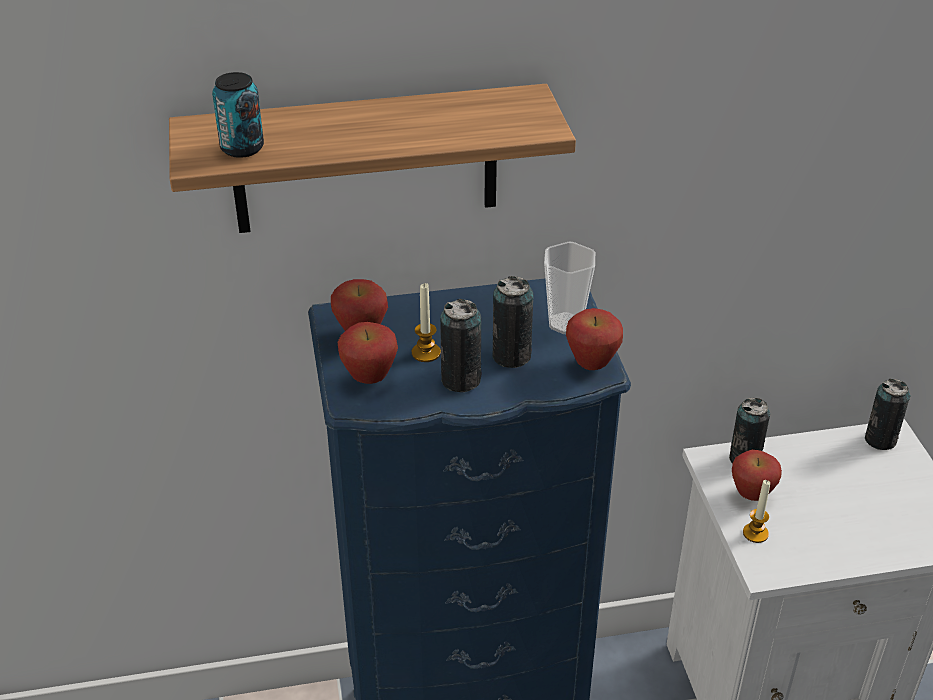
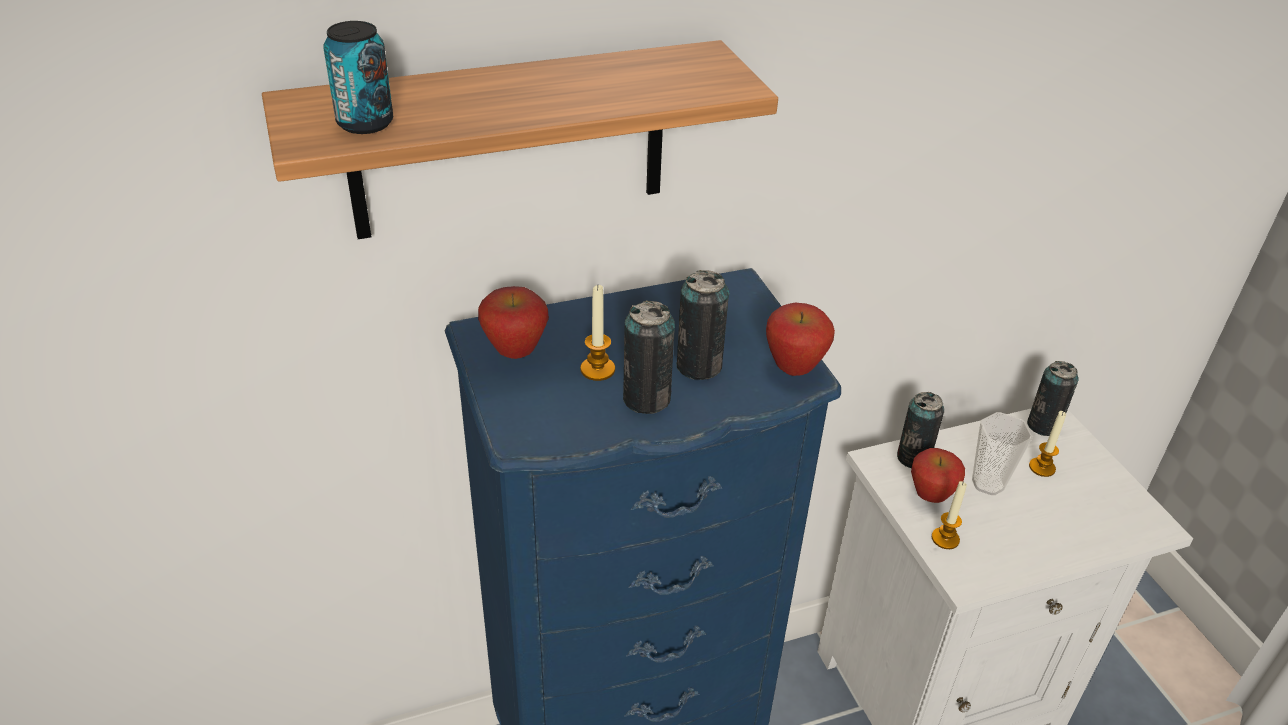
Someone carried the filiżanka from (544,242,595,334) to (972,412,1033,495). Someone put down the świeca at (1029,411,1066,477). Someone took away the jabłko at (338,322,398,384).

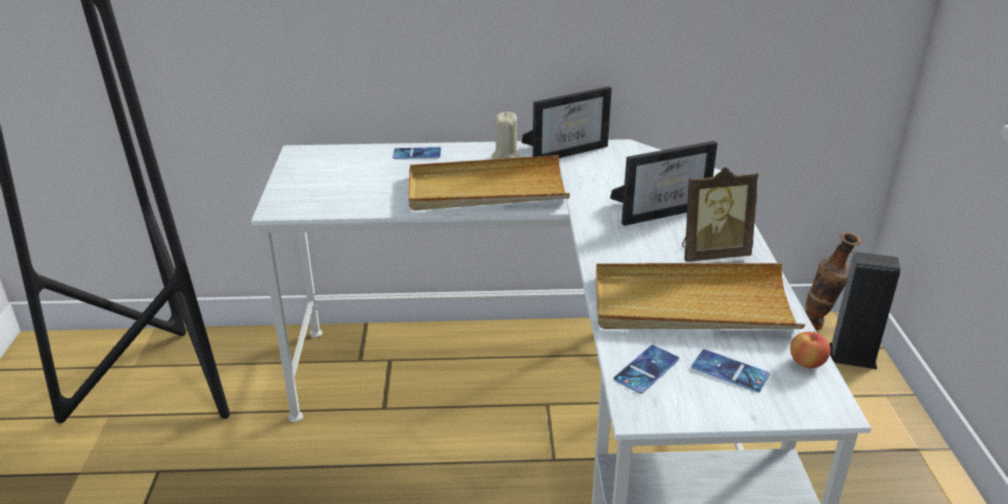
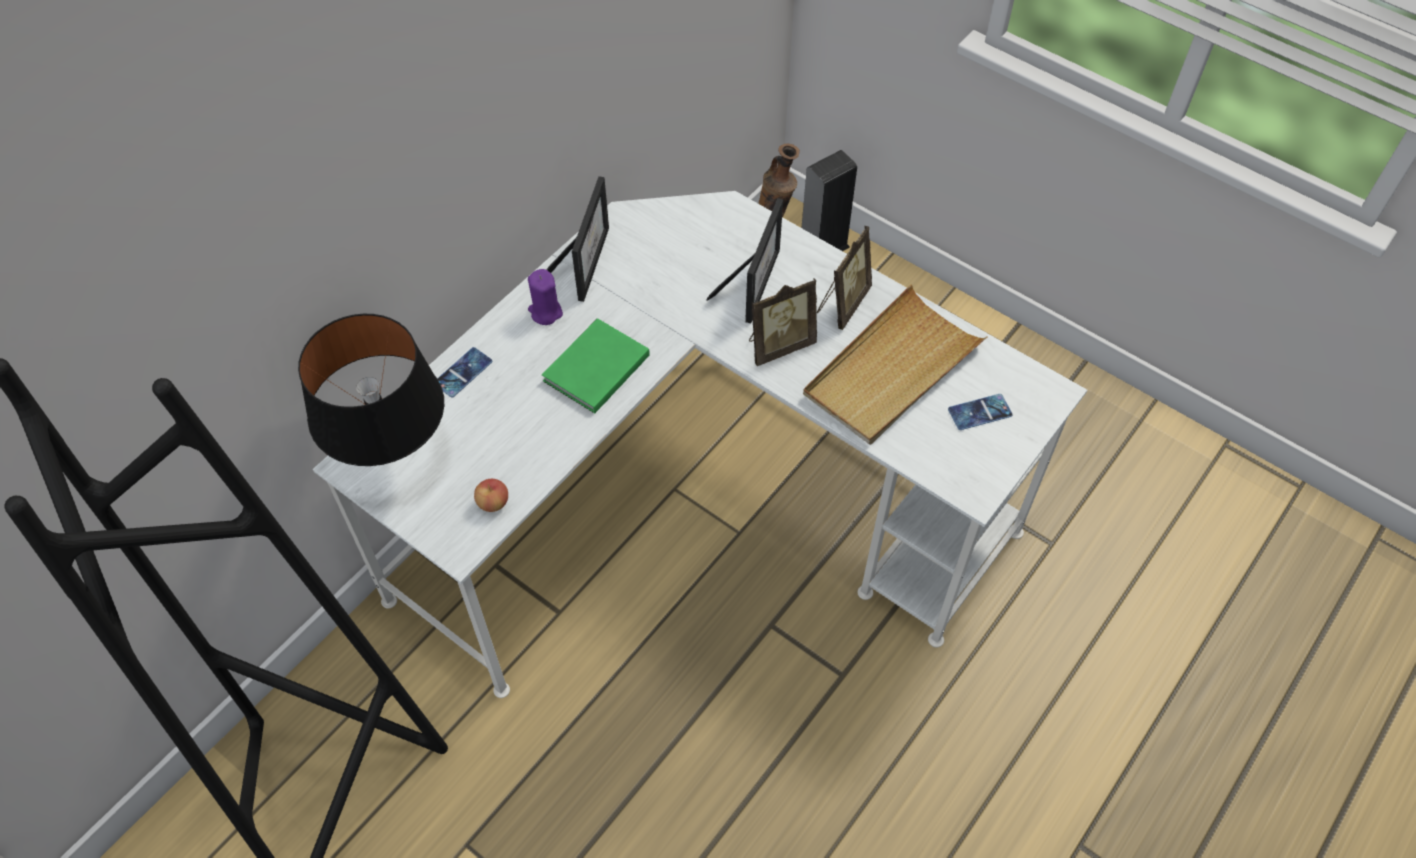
Someone put down the lampa stołowa (czarny) at (298,314,444,466). Someone carried the jabłko from (790,331,831,368) to (474,479,508,512). Someone repainted the świeca (beżowy) at (492,112,519,159), which became the świeca (fioletowy) at (528,269,563,325). Someone swapped the taca (beżowy) at (409,155,570,210) for the książka (zielony) at (542,318,650,413). Someone put down the ramka na zdjęcie at (749,278,817,366). Someone took away the telefon at (614,345,679,394).

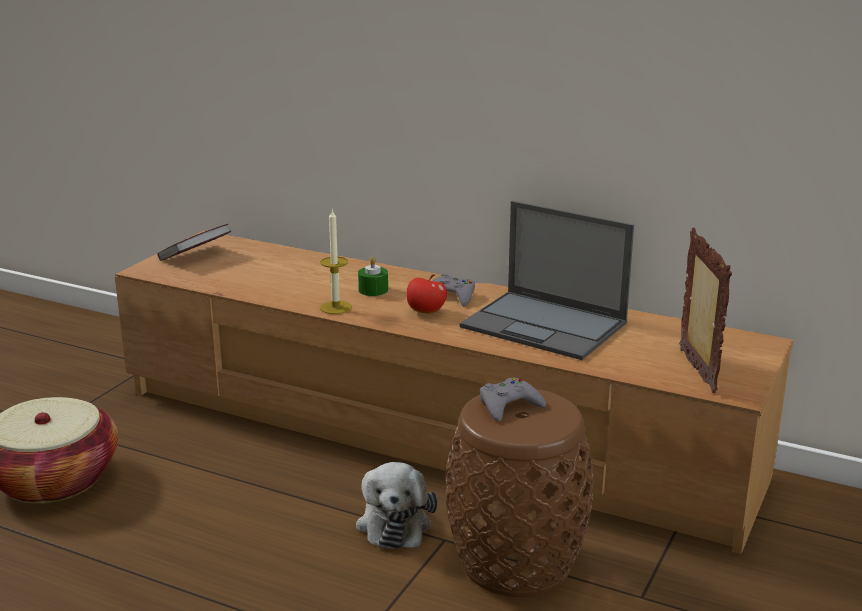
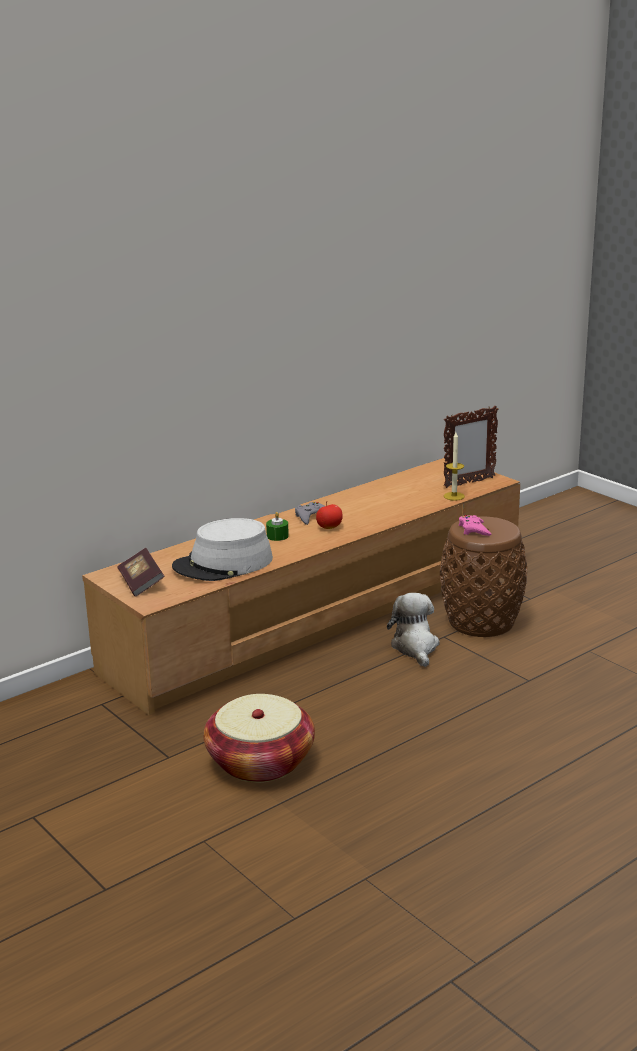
Someone put down the kapelusz (szary) at (172,518,273,581). Someone rotated the pluszak at (356,462,437,549) by 120 degrees counterclockwise. Someone rotated the ramka na zdjęcie at (679,228,732,393) by 135 degrees clockwise. Someone carried the świeca from (320,208,352,314) to (444,432,465,501). Someone repainted the pad do gier (szary) at (480,378,546,422), which became the pad do gier (różowy) at (459,515,491,536). Someone took away the laptop at (460,201,634,360).

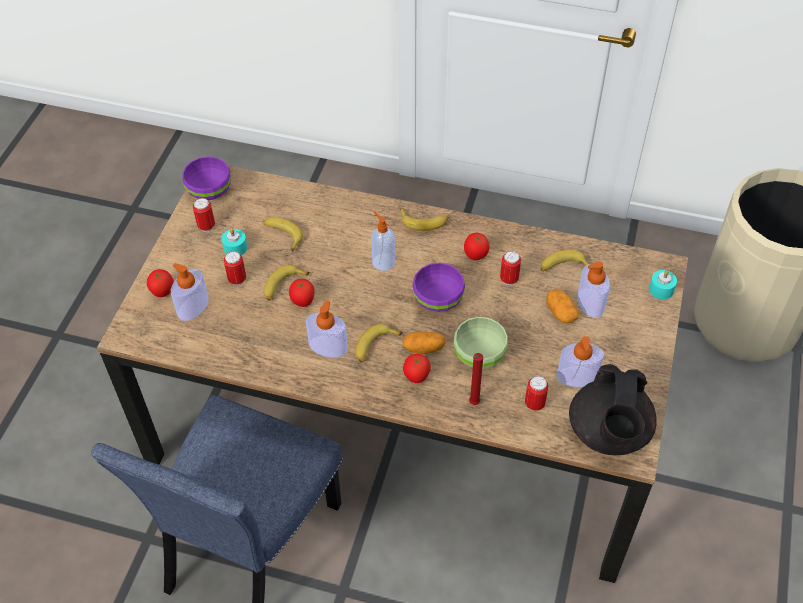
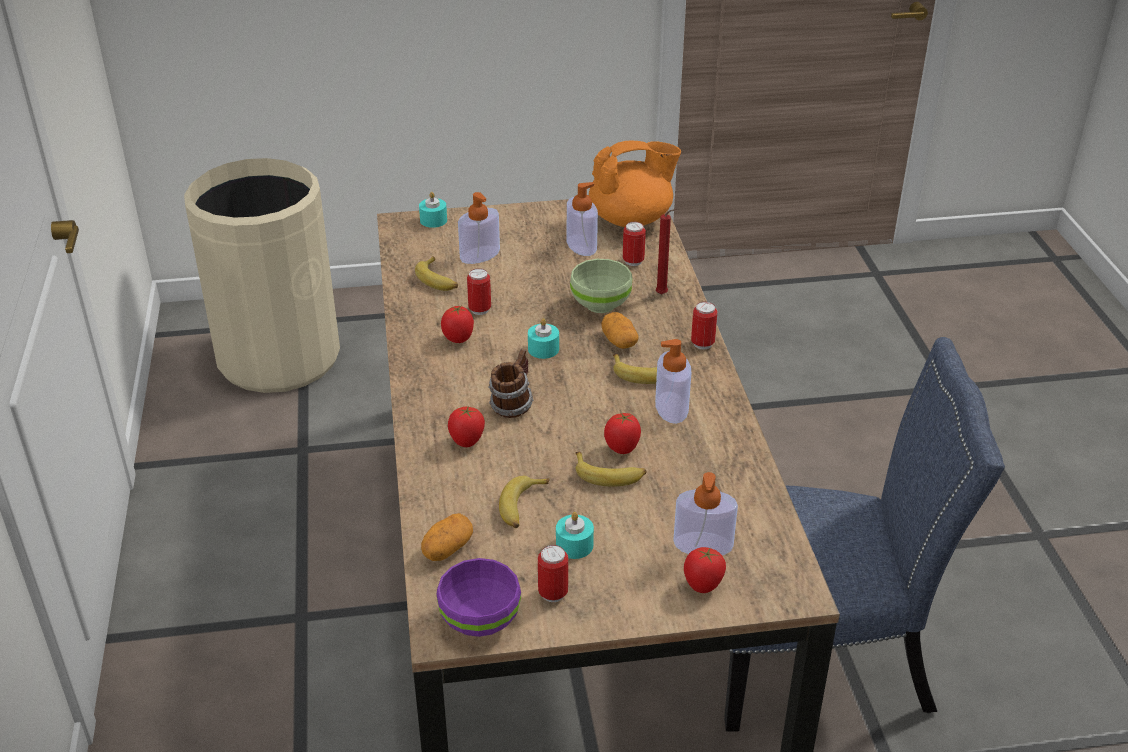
Someone carried the ziemniak from (546,289,579,324) to (421,513,473,561). Someone carried the pomidor from (403,354,431,383) to (448,406,485,447). Someone swapped the dozownik mydła at (371,211,395,271) for the kubek at (489,349,533,418). Someone swapped the miska (fioletowy) at (413,263,465,312) for the świeca (turkusowy) at (528,318,559,359). Someone repainted the imbryk (czarny) at (569,364,657,455), which became the imbryk (pomarańczowy) at (589,141,681,227). Someone carried the puszka from (224,251,246,285) to (691,301,717,349). Someone took away the banan at (399,208,449,231).

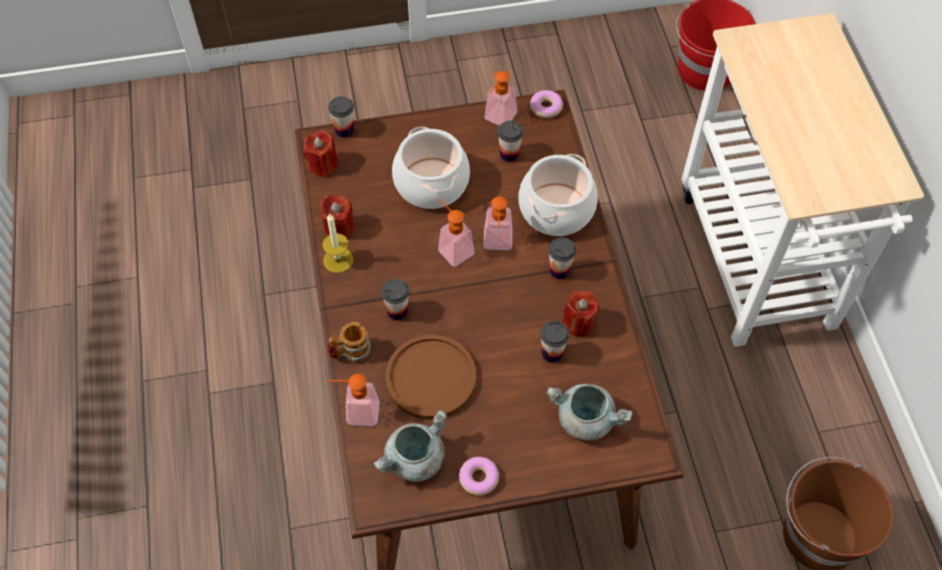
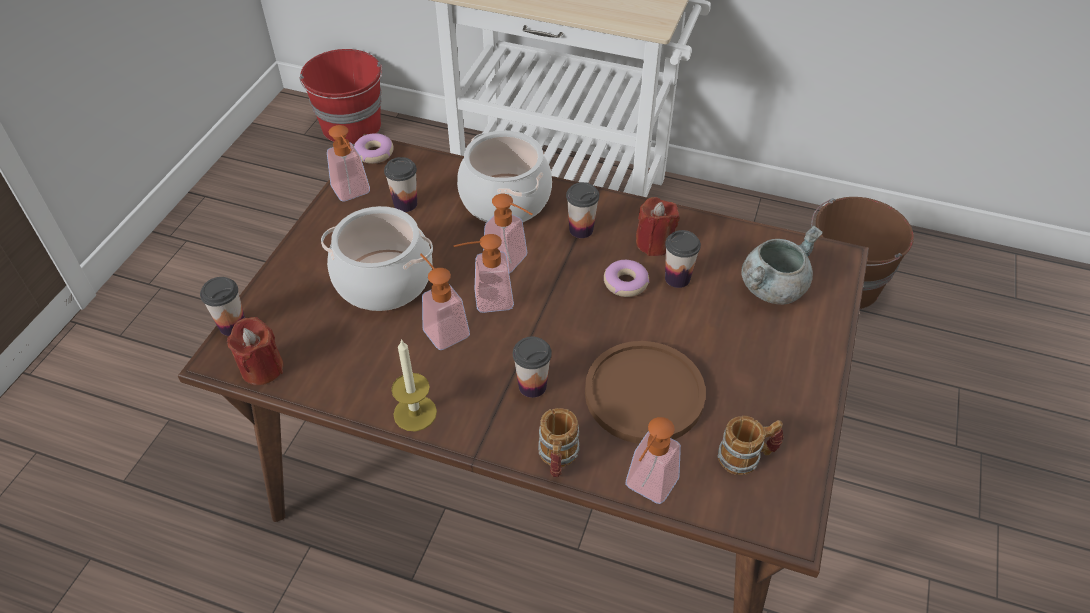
Someone put down the dozownik mydła at (420,254,470,350). Someone carried the donut from (459,457,499,495) to (604,260,649,297). Someone swapped the garnek (szary) at (374,410,447,482) for the kubek at (718,416,783,475). Someone took away the świeca (czerwony) at (320,195,354,238).

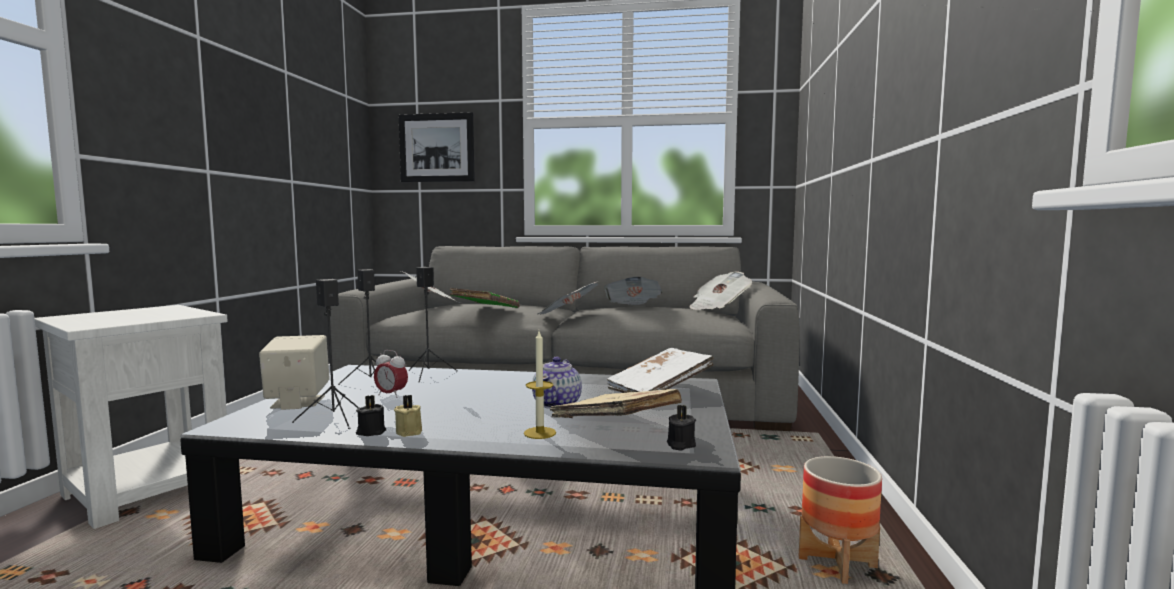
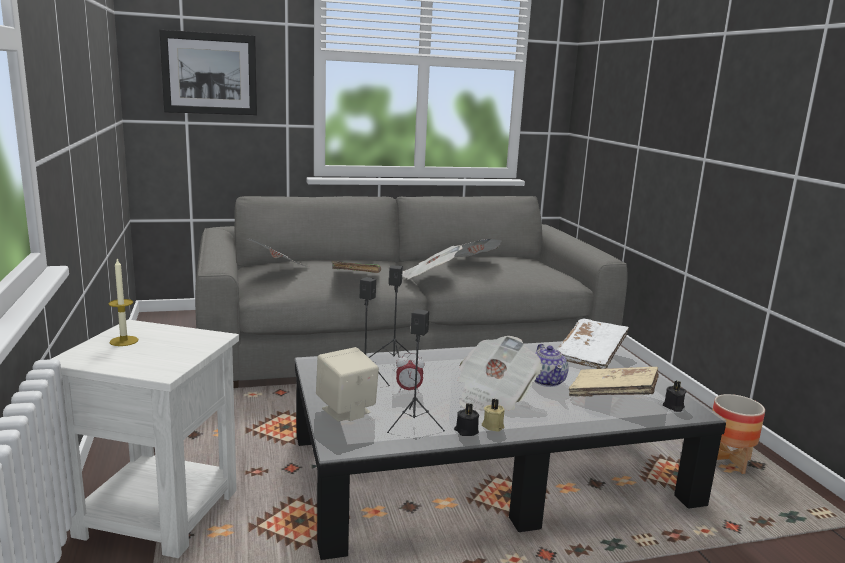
Someone carried the świeca from (524,331,556,439) to (109,258,138,346). Someone carried the gazeta from (689,272,752,310) to (457,336,542,411).

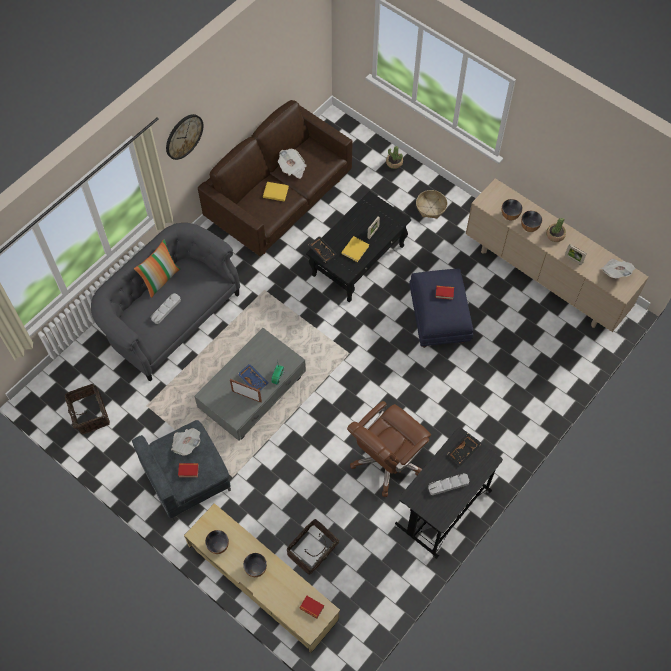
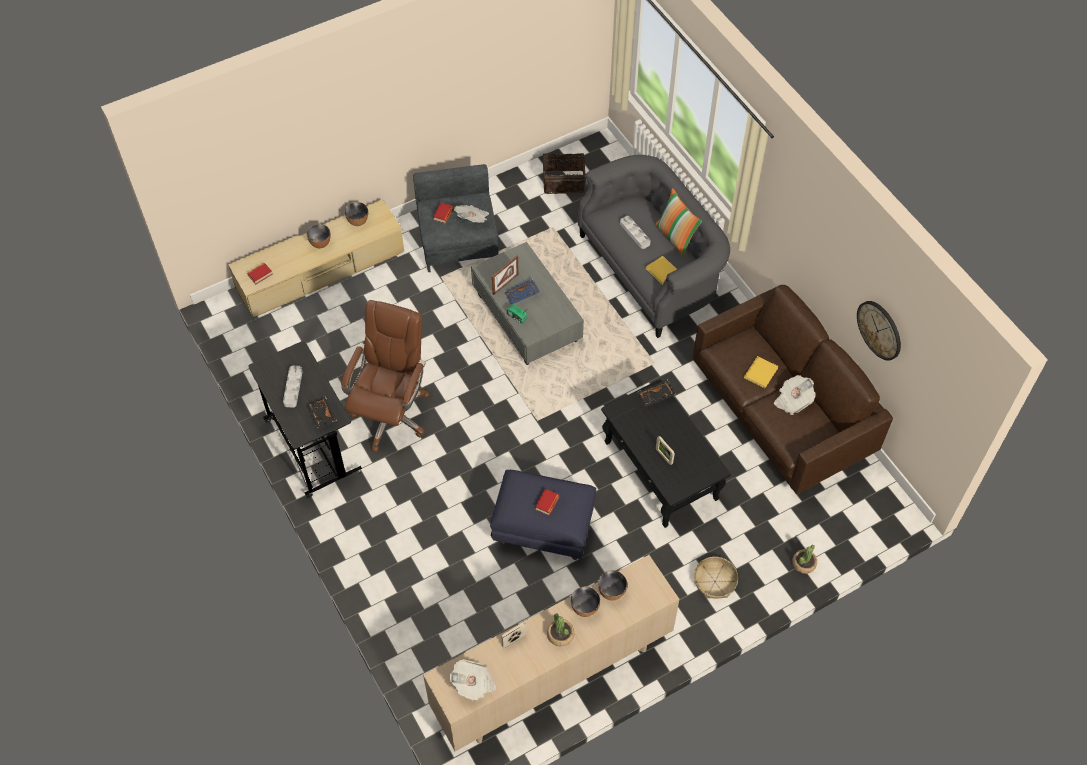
Someone rotated the krzesło biurowe (brązowy) at (347,401,431,497) by 45 degrees clockwise. Someone carried the książka (żółty) from (341,236,369,262) to (646,256,677,285). Someone carried the zegar ścienny from (166,114,203,160) to (857,301,901,360). Someone took away the koszyk at (287,519,343,575).

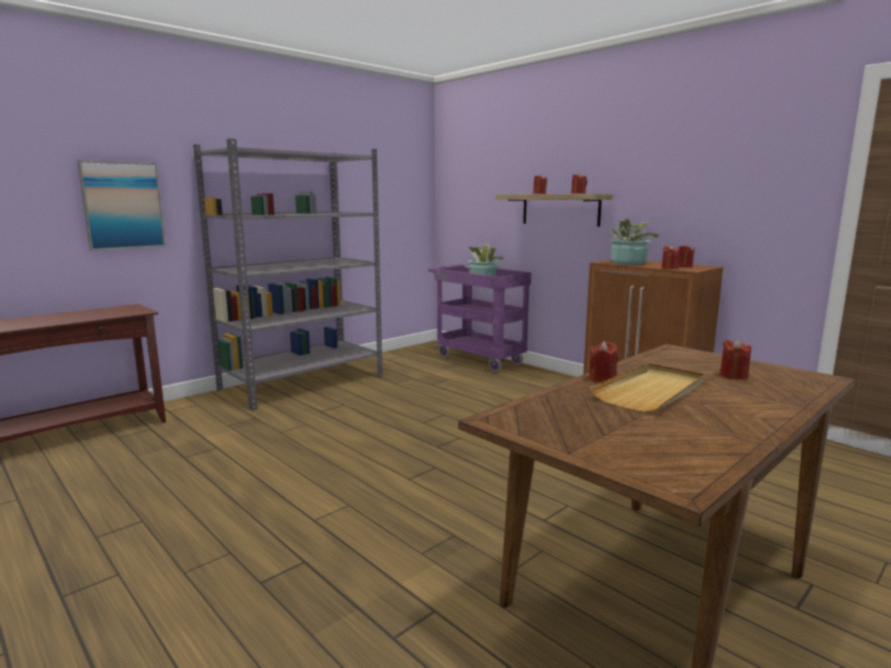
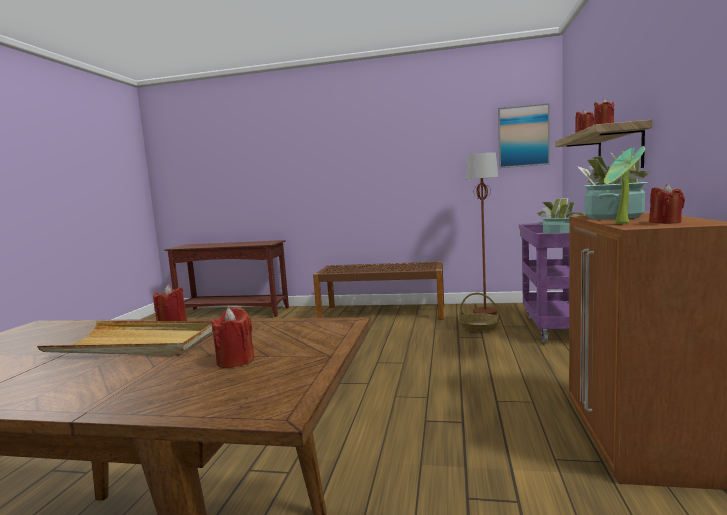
Someone swapped the regał (szary) at (193,138,383,411) for the ławka (brązowy) at (313,261,444,320). Someone put down the koszyk at (458,293,501,332). Someone put down the lampa stojąca (brązowy) at (466,152,498,315). Someone carried the obraz from (77,160,166,251) to (498,103,550,168). Someone swapped the świeca (czerwony) at (662,245,680,269) for the roślina doniczkowa at (604,146,645,224).

